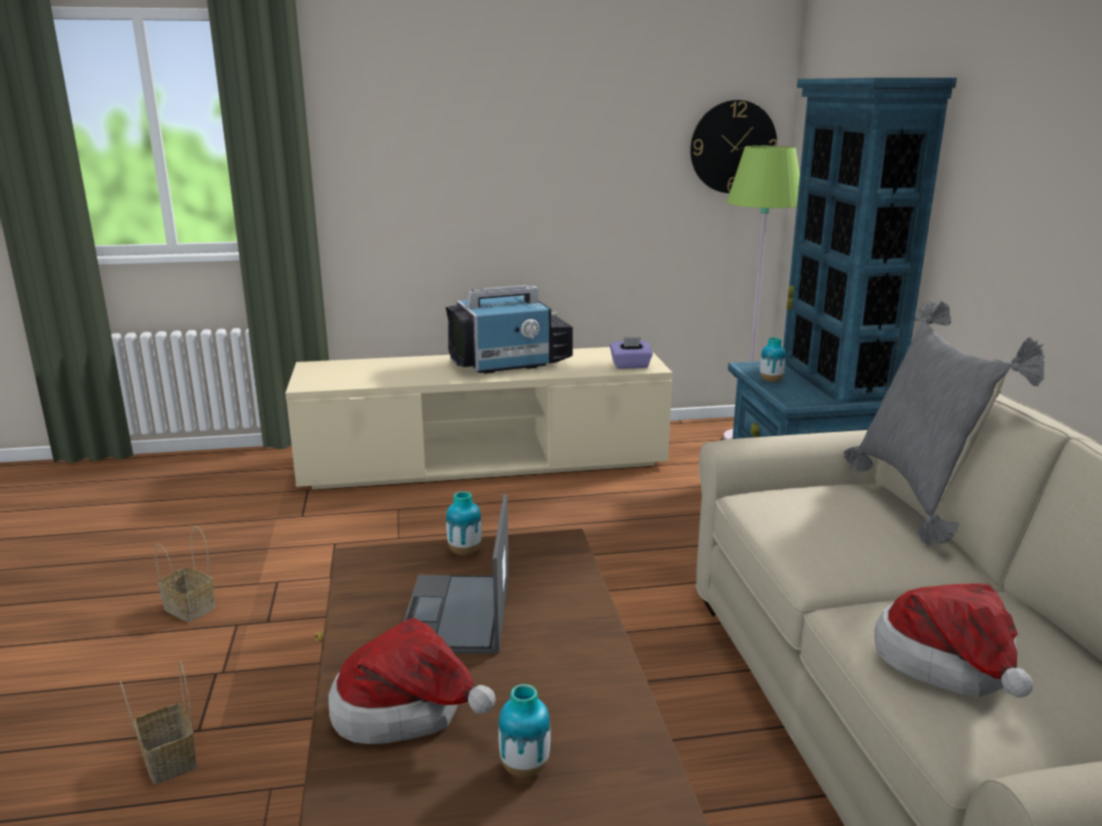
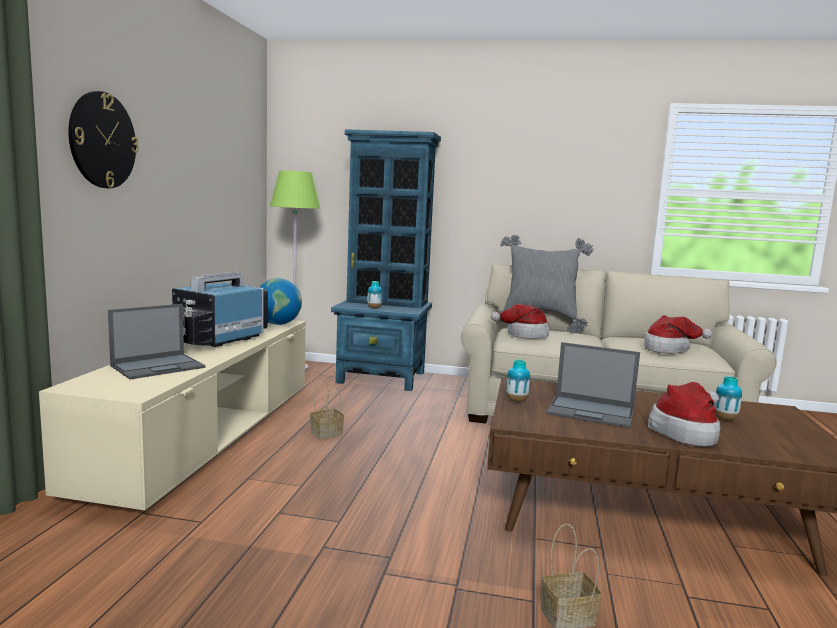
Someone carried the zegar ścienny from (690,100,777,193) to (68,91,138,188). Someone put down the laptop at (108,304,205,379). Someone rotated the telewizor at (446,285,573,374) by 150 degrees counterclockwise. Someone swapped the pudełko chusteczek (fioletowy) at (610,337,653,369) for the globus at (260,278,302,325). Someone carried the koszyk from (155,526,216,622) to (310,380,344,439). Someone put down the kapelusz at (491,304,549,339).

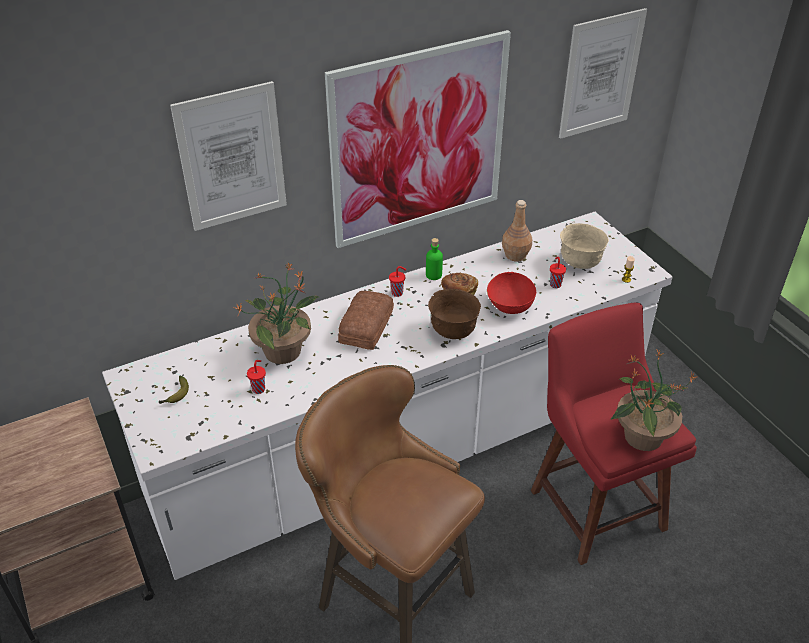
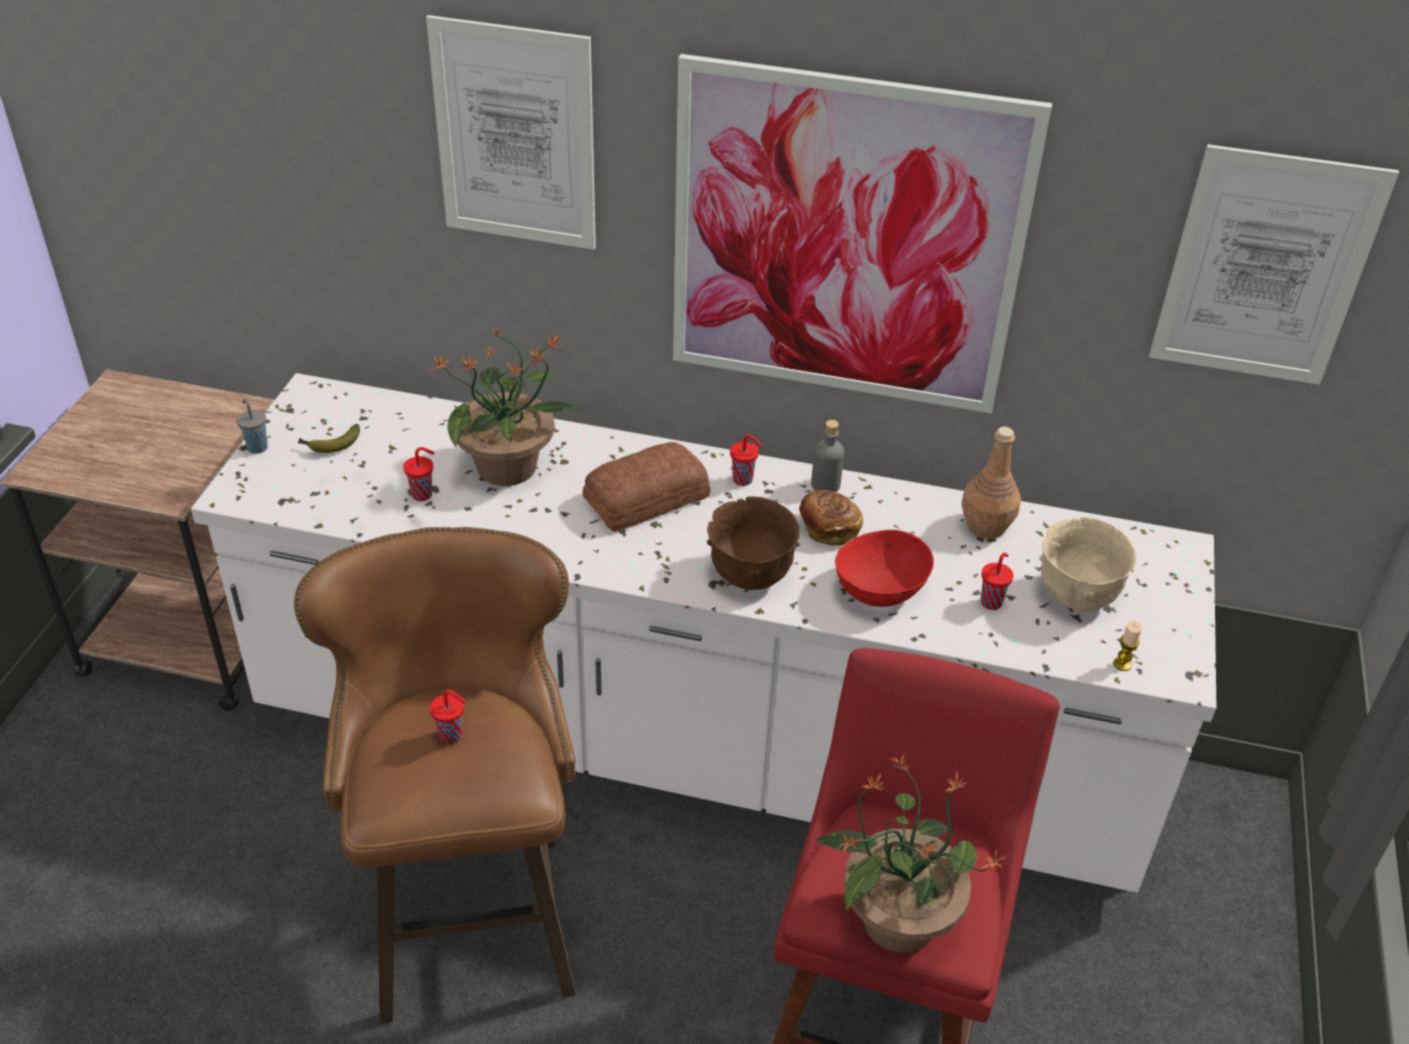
Someone put down the filiżanka (szary) at (237,399,268,454). Someone put down the filiżanka (czerwony) at (430,690,466,744). Someone repainted the butelka (zielony) at (426,238,443,280), which became the butelka (szary) at (811,420,844,492).

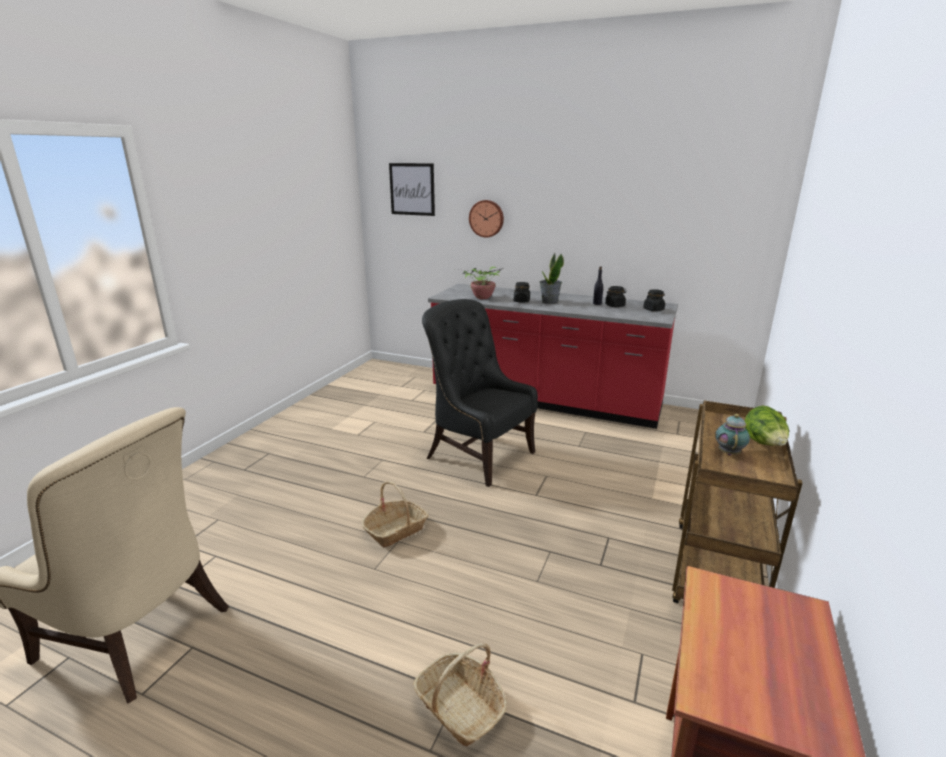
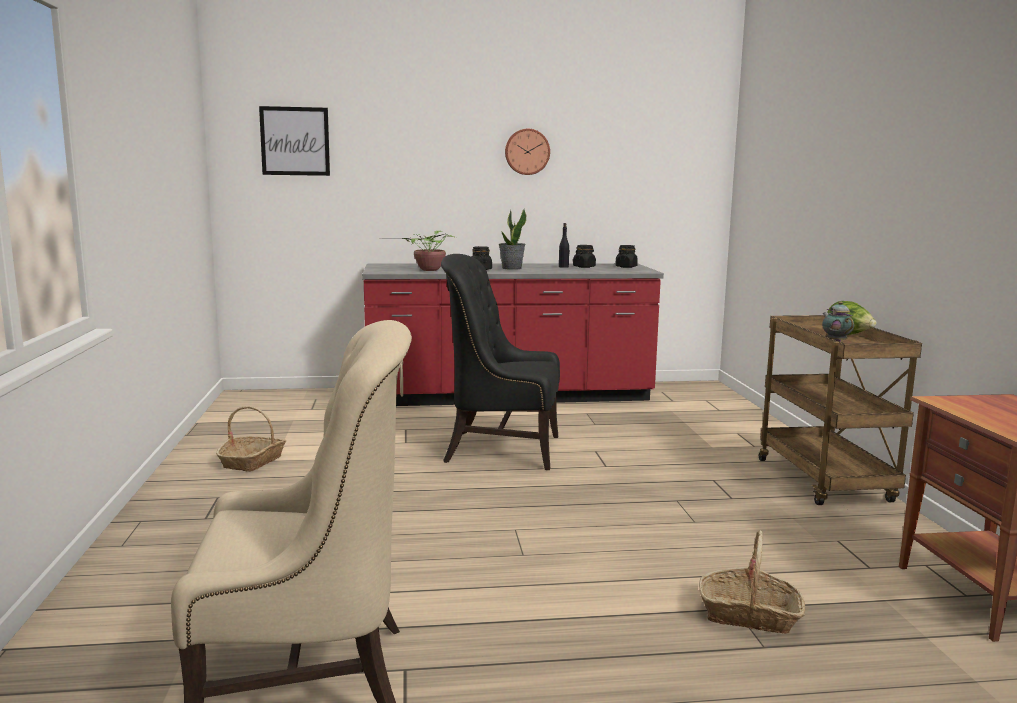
Someone carried the koszyk from (362,481,428,547) to (216,406,286,472). Someone carried the zegar ścienny from (469,200,504,238) to (505,129,550,175).

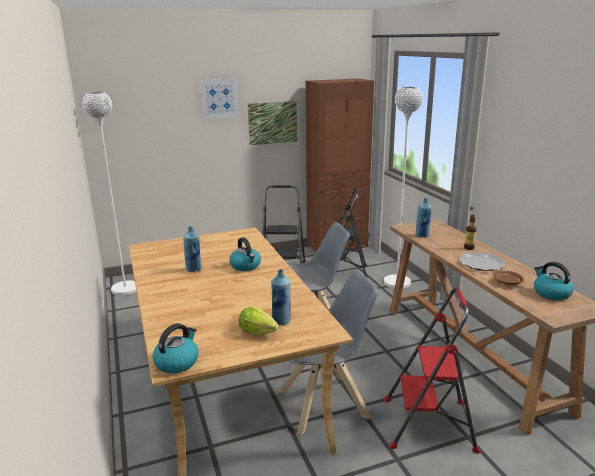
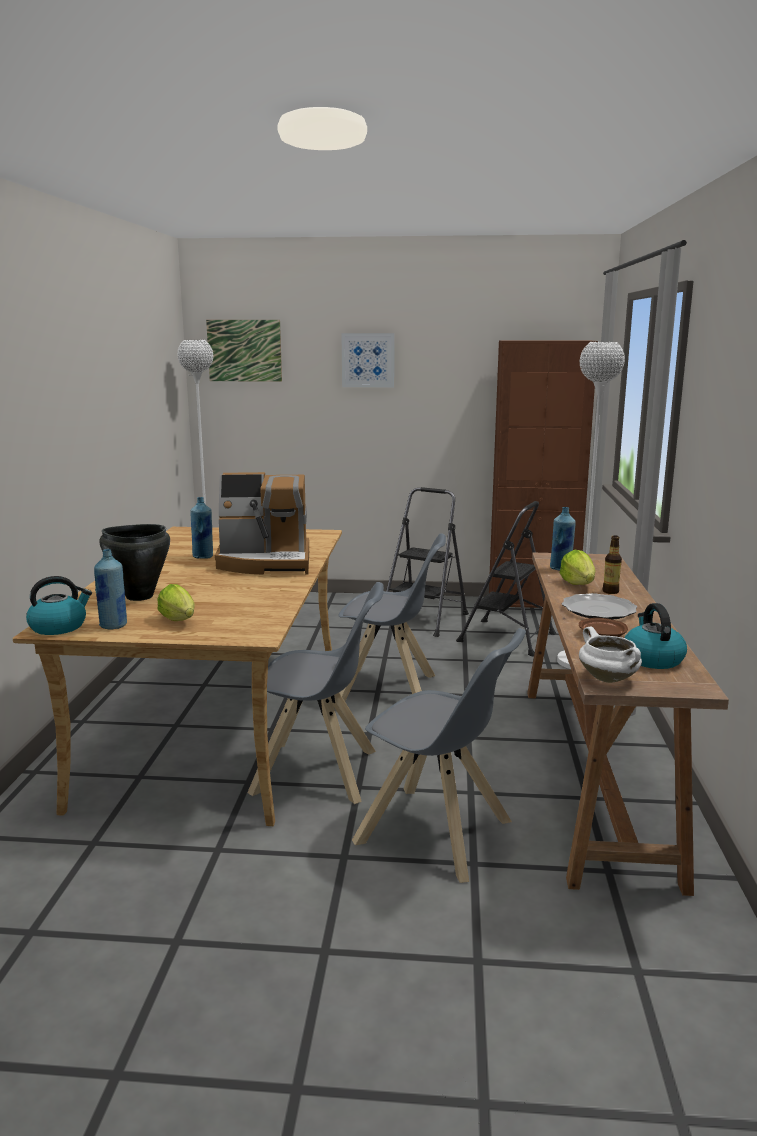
Someone carried the butelka (niebieski) from (271,269,291,325) to (94,549,127,629). Someone put down the garnek (czarny) at (99,524,170,601). Someone carried the obraz from (248,101,297,145) to (206,320,282,382). Someone swapped the czajnik at (229,237,261,271) for the ekspres do kawy at (215,472,309,575). Someone swapped the drabinka (czerwony) at (384,288,481,453) for the krzesło (szary) at (352,628,526,883). Someone put down the sałata at (560,550,596,585). Someone put down the garnek (biały) at (579,626,642,683).

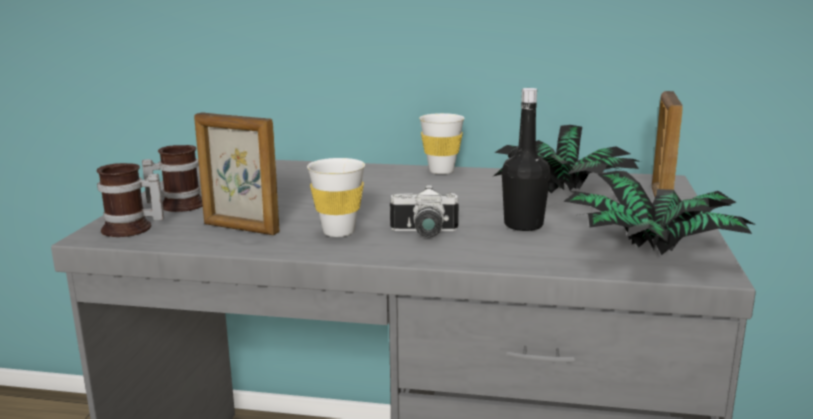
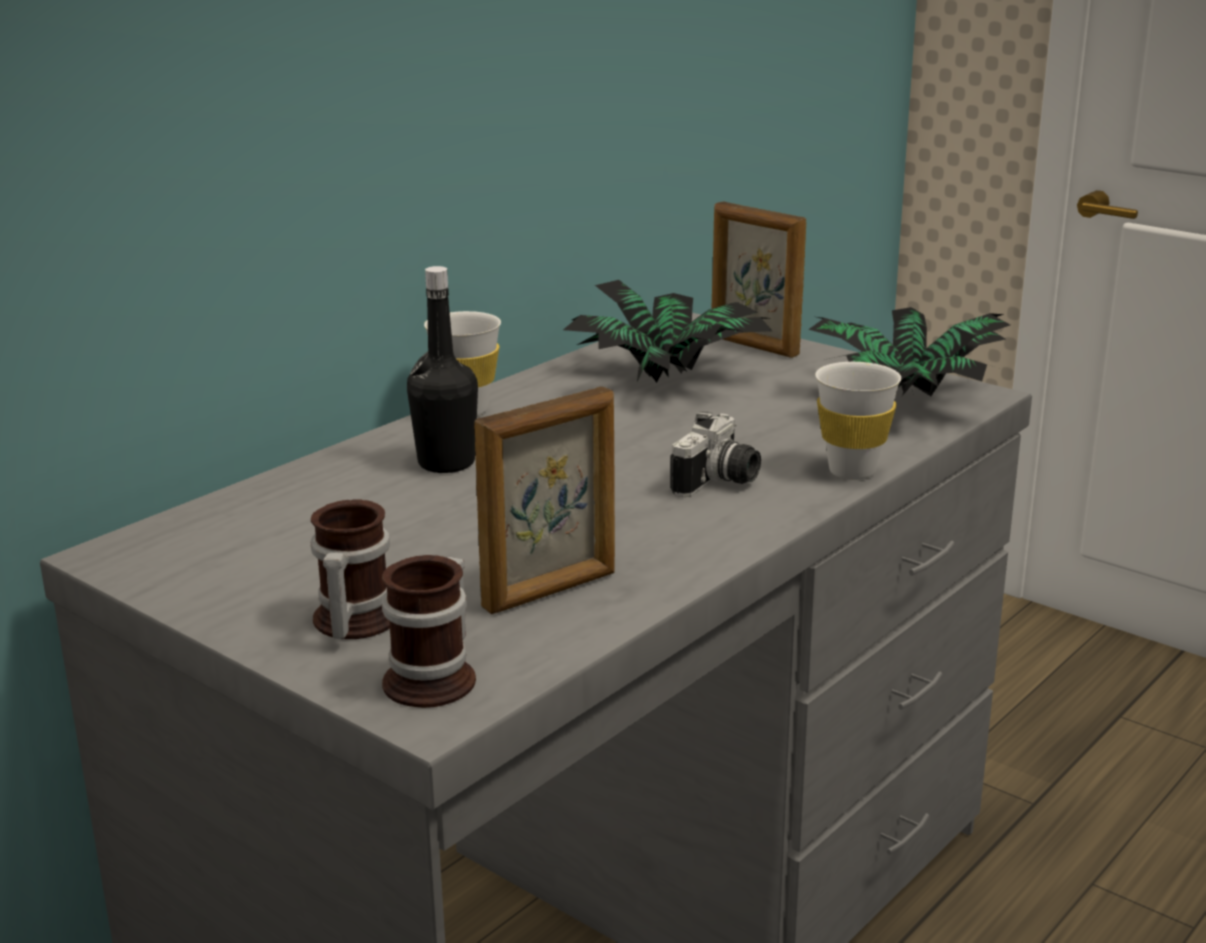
Someone carried the butelka (czarny) from (502,88,551,231) to (407,266,478,473). Someone carried the filiżanka (biały) from (307,158,365,237) to (815,362,901,480).

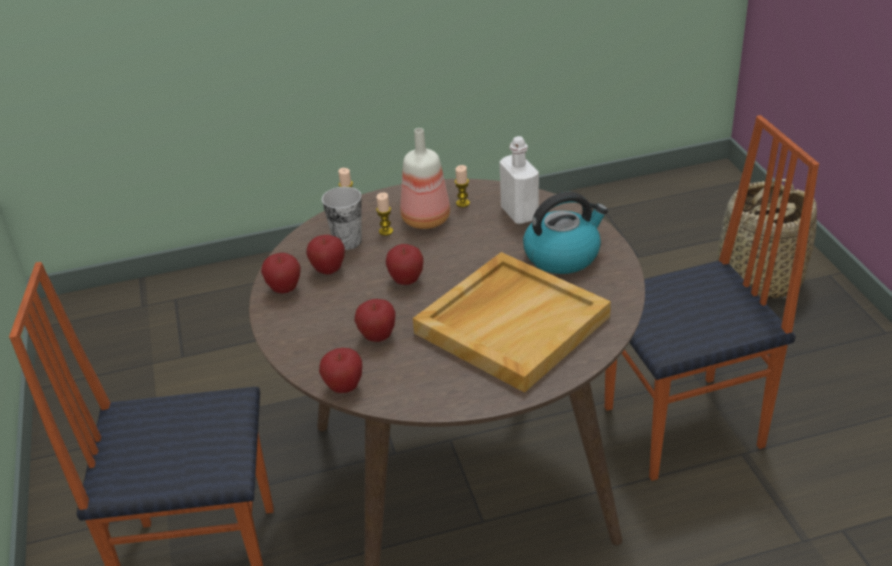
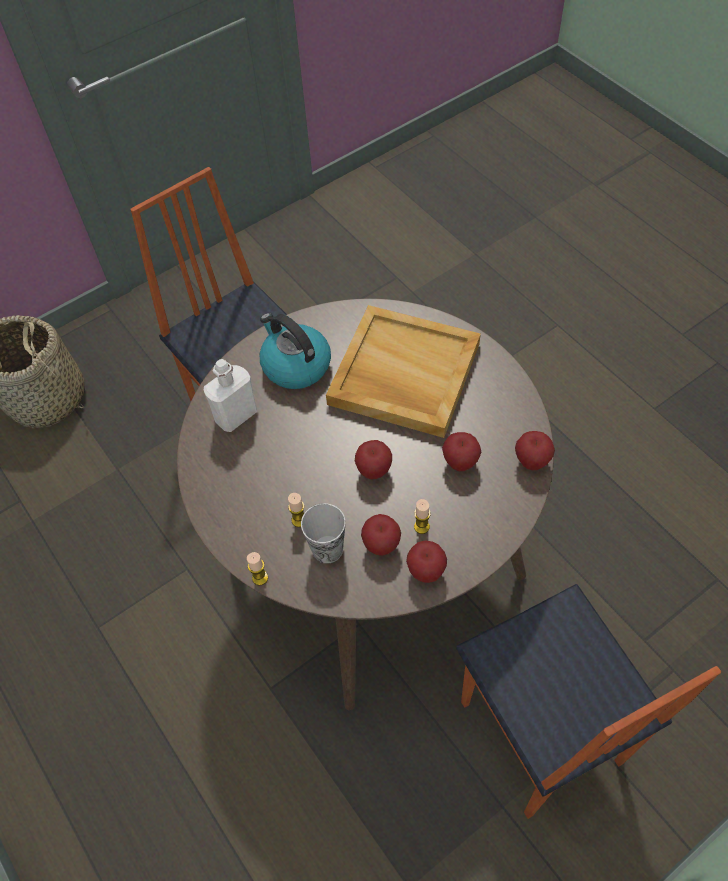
Someone carried the świeca from (455,165,470,207) to (414,499,431,534). Someone took away the butelka at (400,128,450,229).

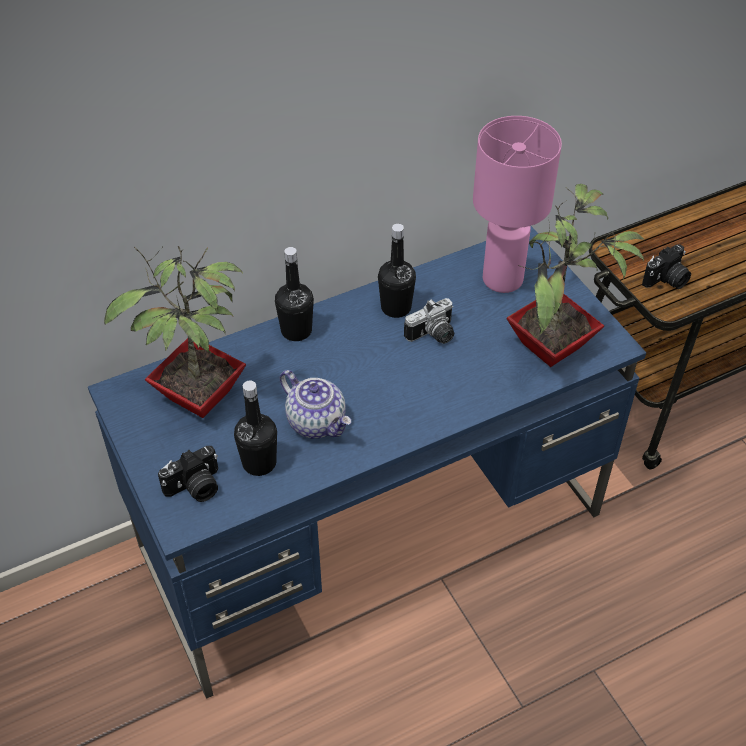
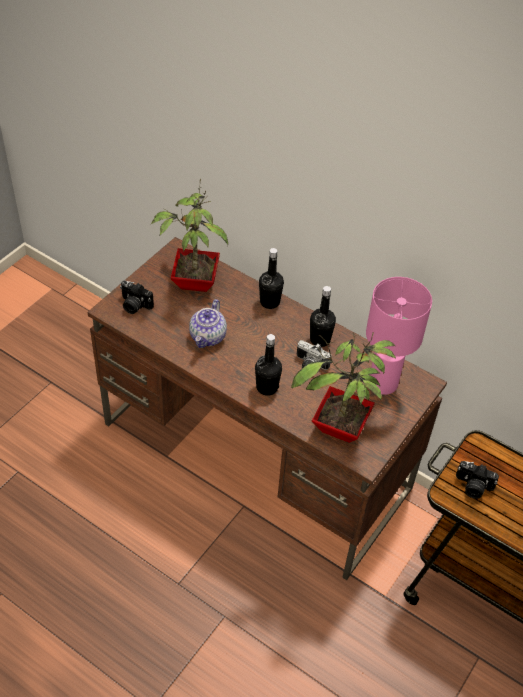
Someone repainted the biurko (niebieski) at (88,226,646,699), which became the biurko (brązowy) at (87,237,447,580). Someone carried the butelka (czarny) from (234,381,277,476) to (255,334,282,396).

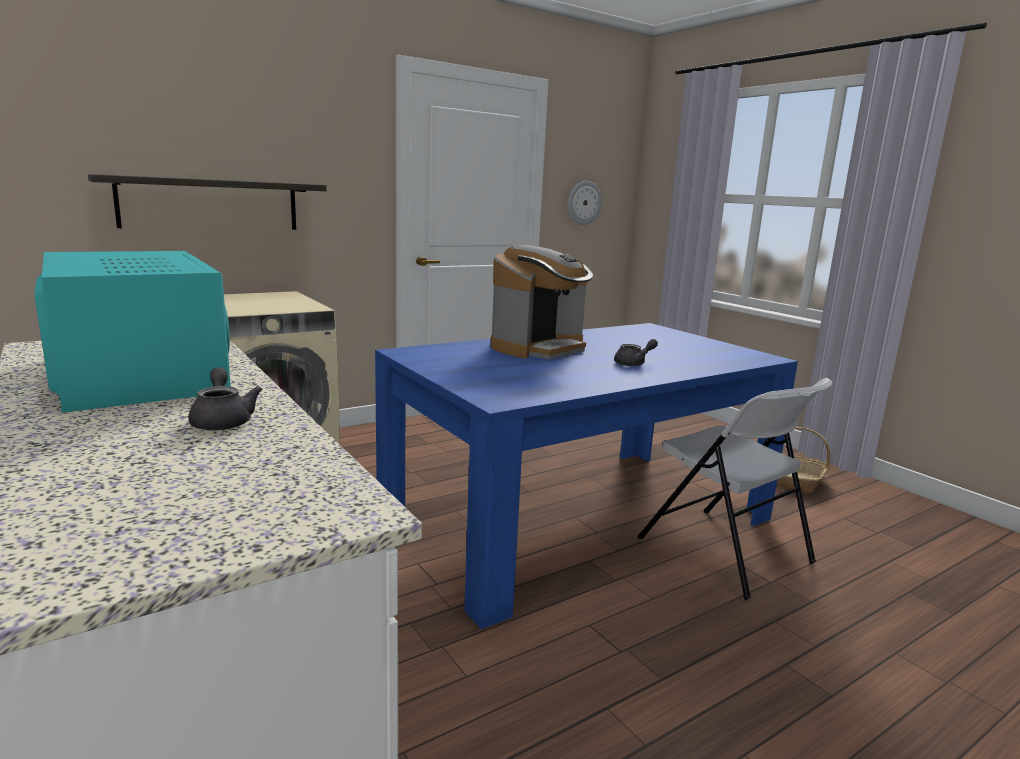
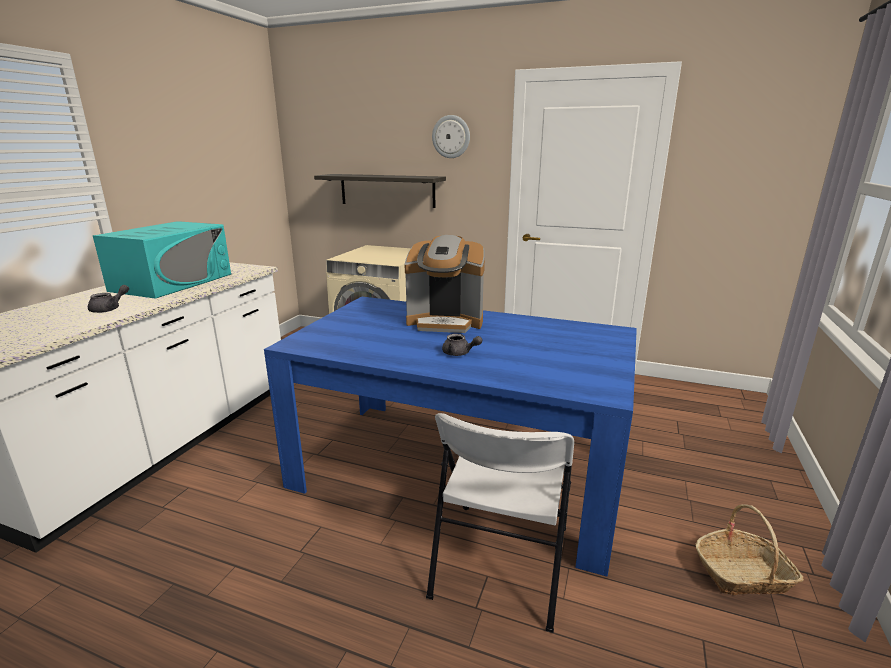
Someone carried the zegar ścienny from (568,181,602,225) to (432,115,470,158).

